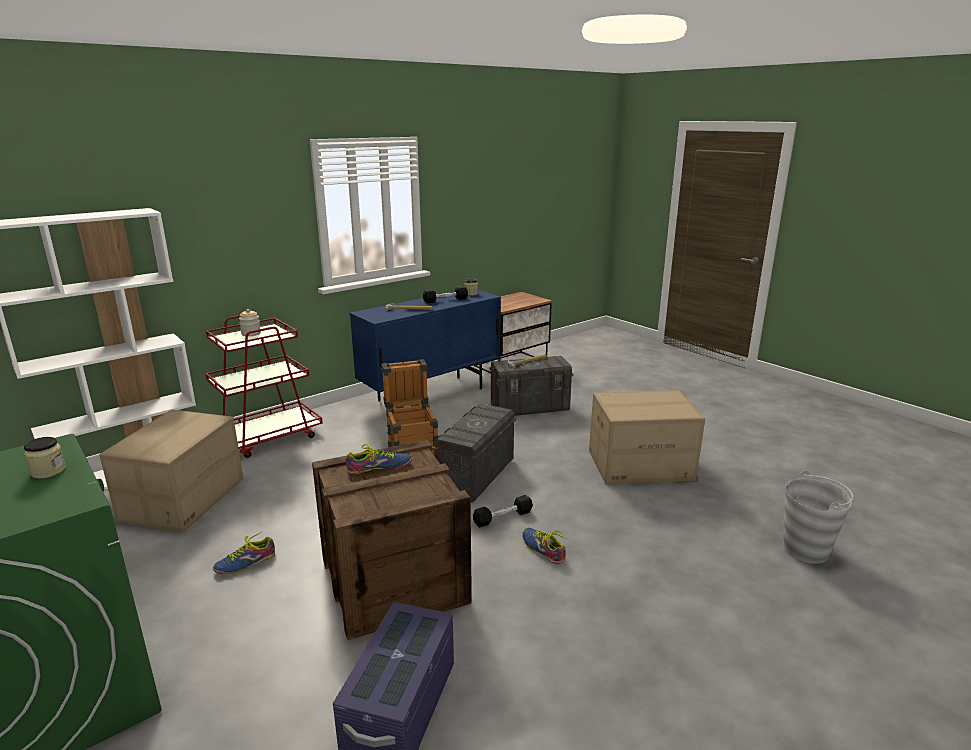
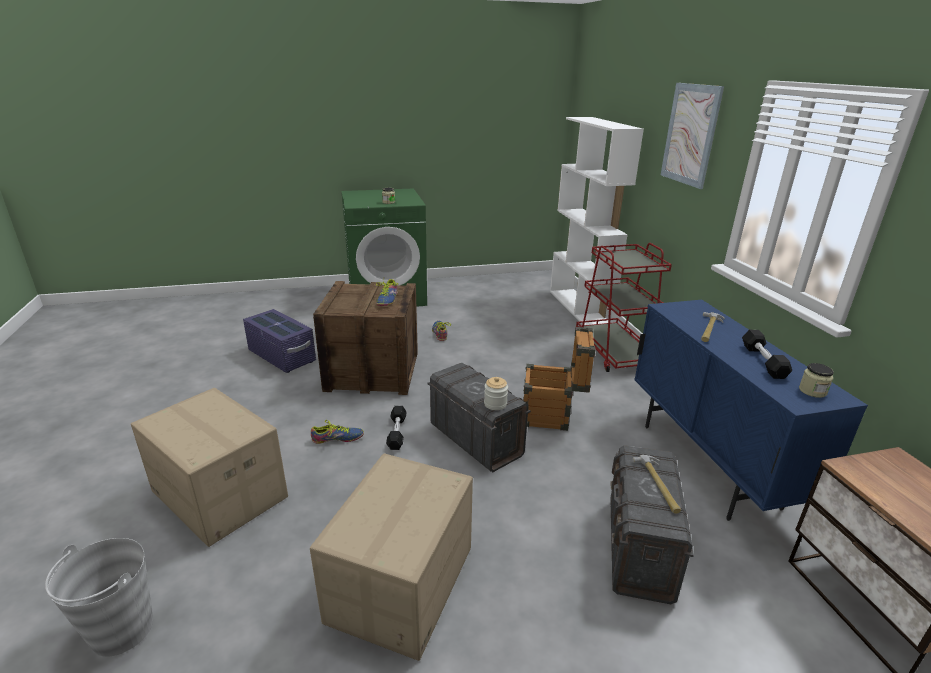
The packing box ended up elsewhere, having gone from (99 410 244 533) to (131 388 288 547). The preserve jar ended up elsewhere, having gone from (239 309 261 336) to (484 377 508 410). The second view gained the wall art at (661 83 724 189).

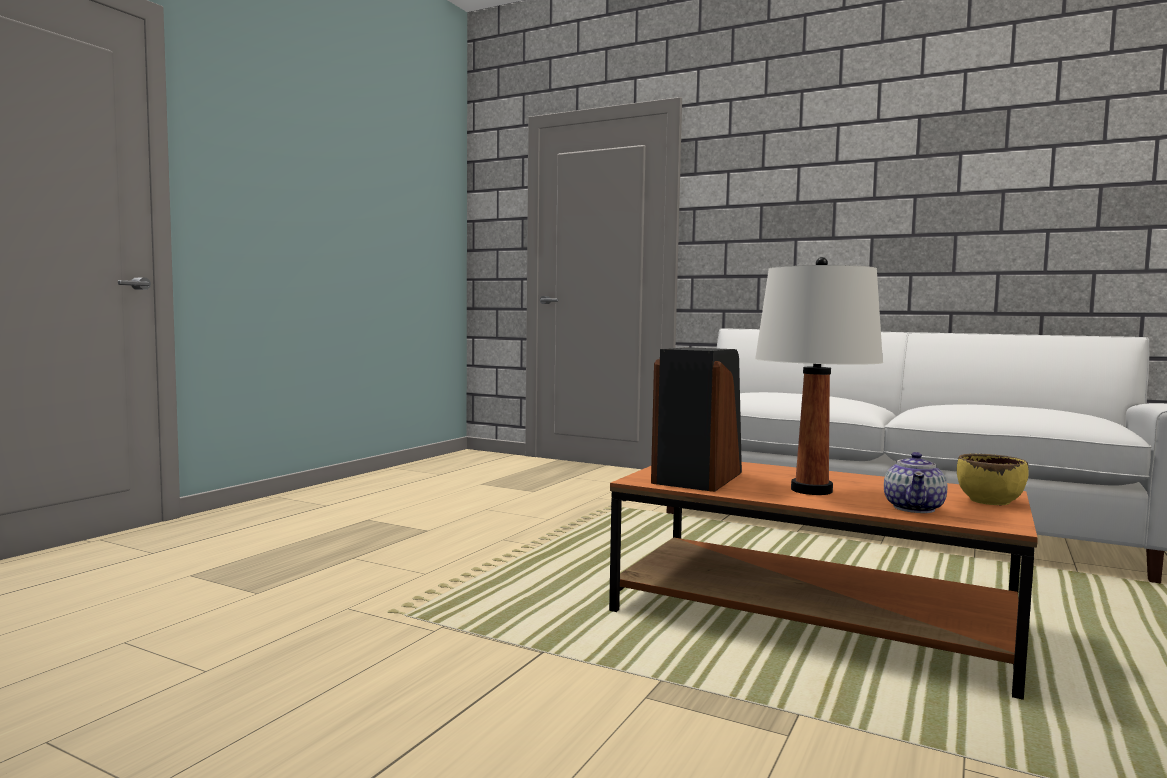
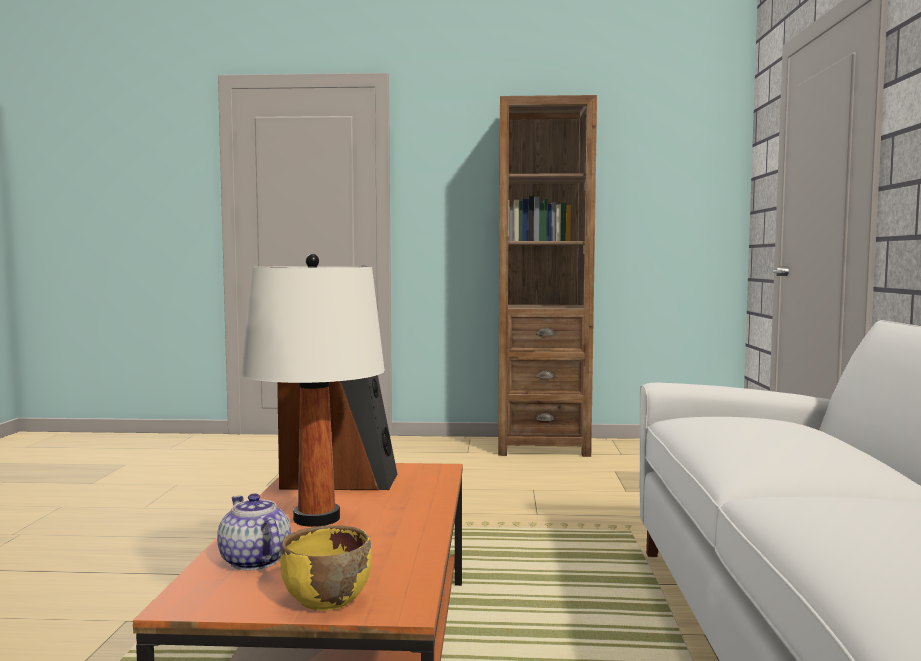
The pot for tea at (884 452 947 513) ended up facing another way, 60 degrees clockwise from before. The second view gained the bookcase in brownish at (498 95 597 457).

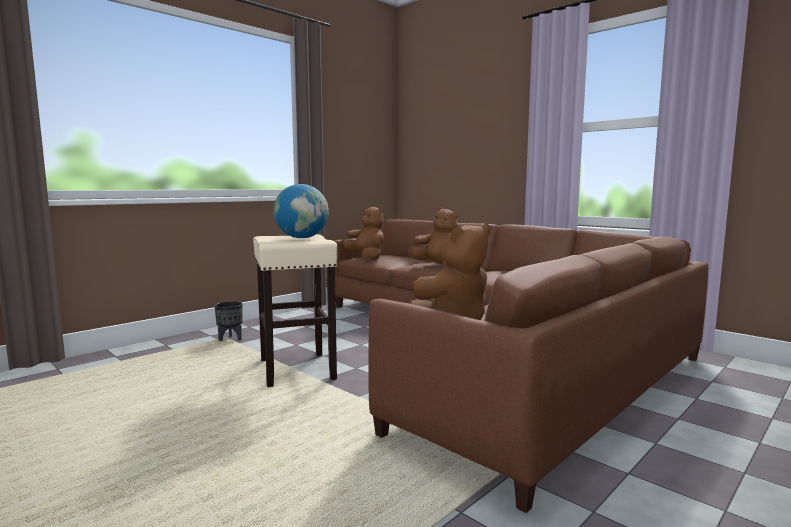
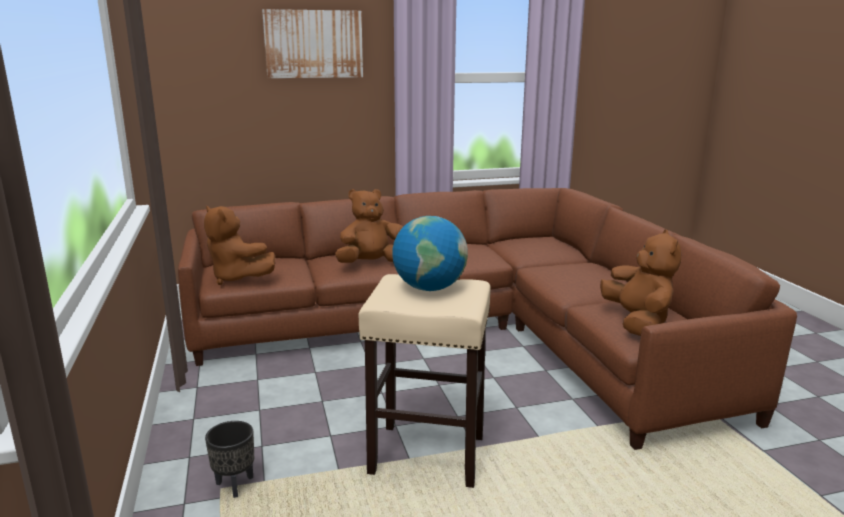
The cuddly toy in brownish at (342 206 384 260) ended up facing another way, 135 degrees counterclockwise from before. The second view gained the wall art at (262 9 363 78).

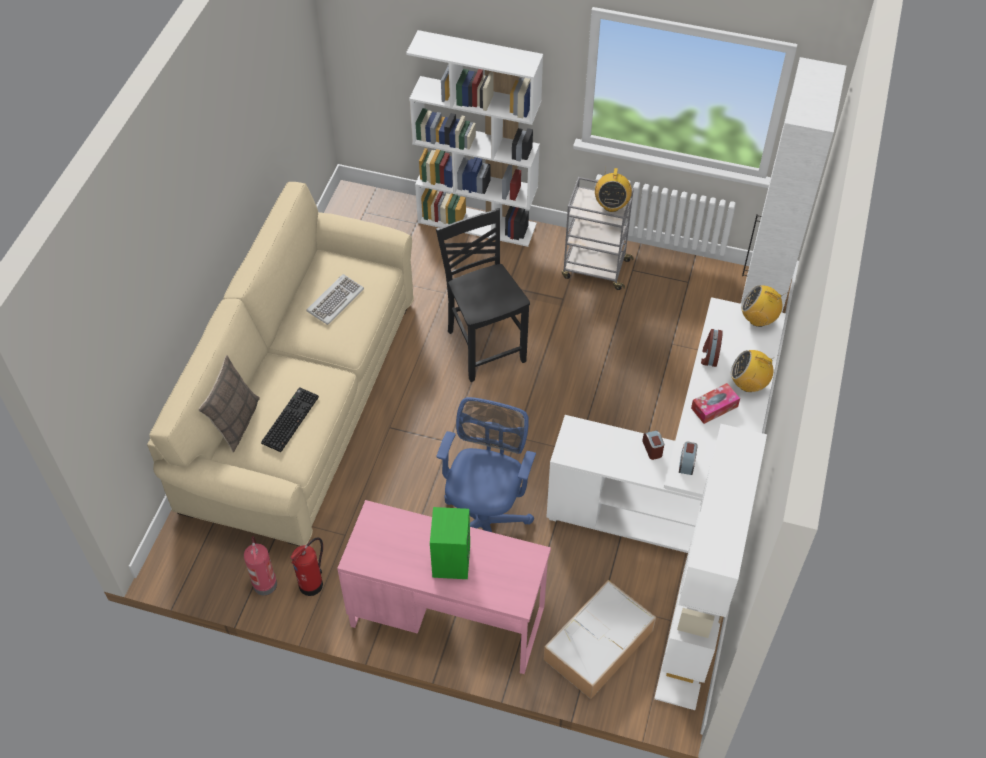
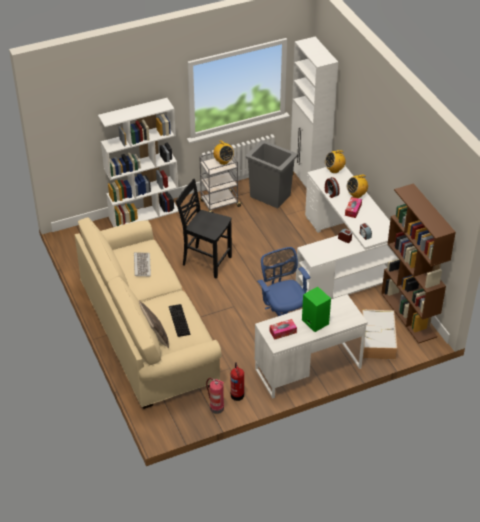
The second view gained the waste bin in greyish at (246 140 298 208). What was the desk unit in pinkish at (337 500 551 674) turned into the desk unit in white-coloured at (255 294 368 399). The second view gained the tissue box at (270 319 297 340). What was the bookcase in white-coloured at (654 424 767 710) turned into the bookcase in brownish at (381 183 456 344).

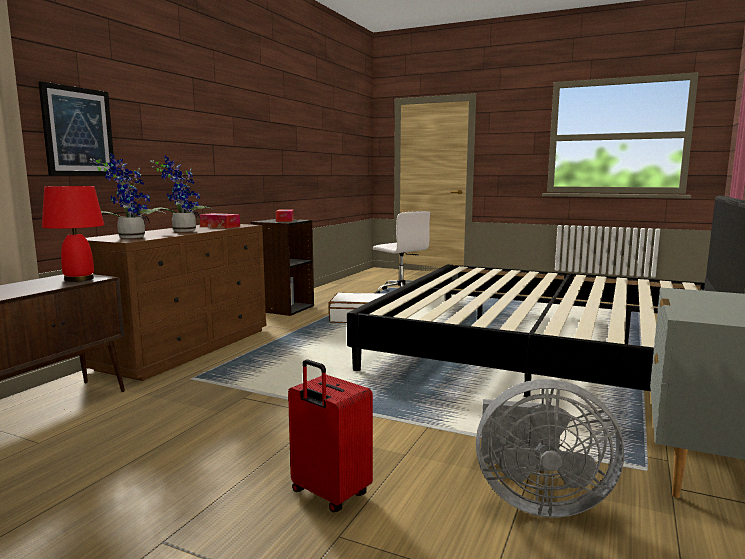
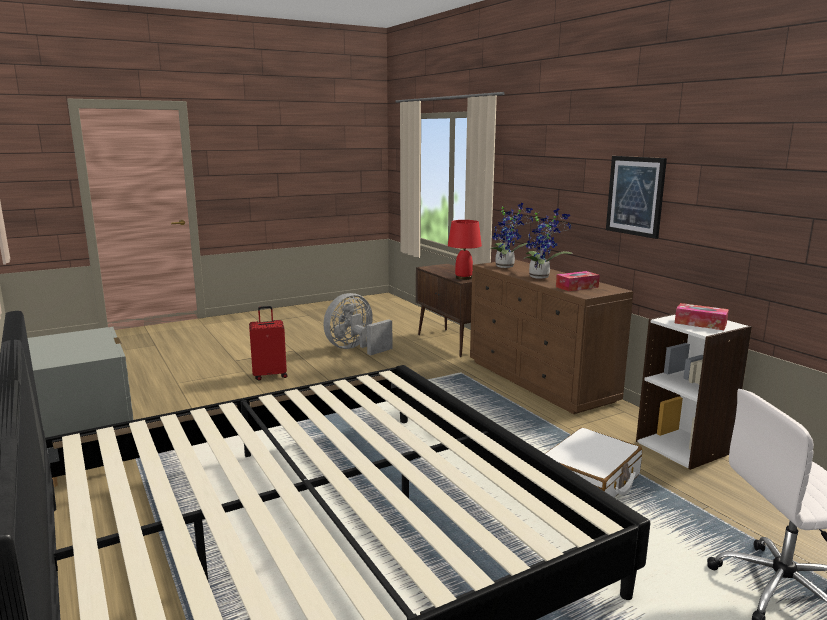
The electric fan in greyish ended up elsewhere, having gone from (476 379 624 518) to (324 293 392 355). The wall art ended up elsewhere, having gone from (38 81 115 176) to (606 156 667 239). What was the bookcase in blackish at (250 219 314 316) turned into the bookcase in white-coloured at (636 313 752 470).

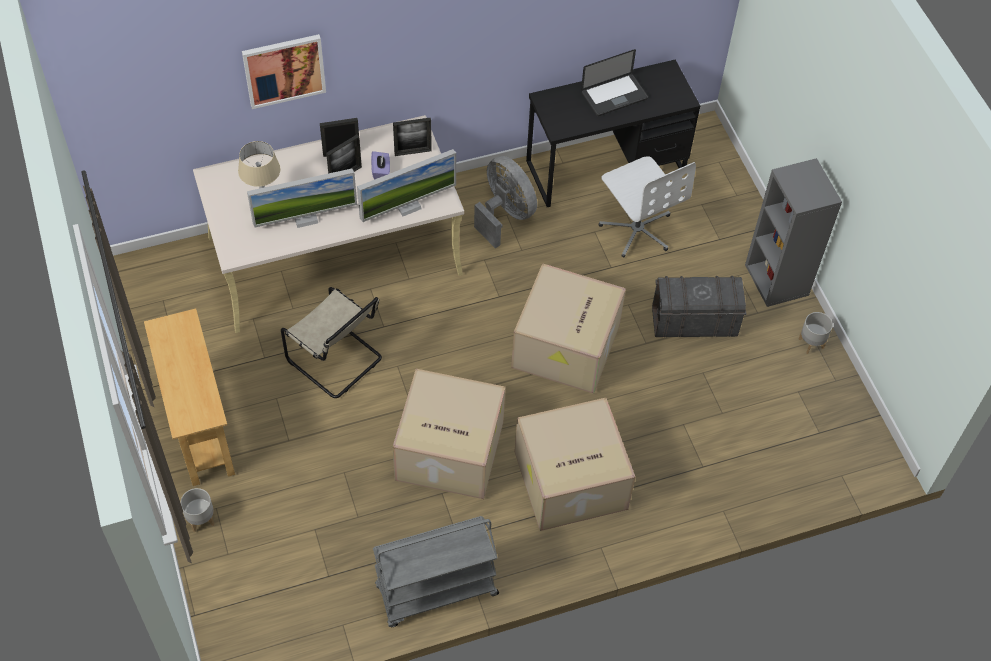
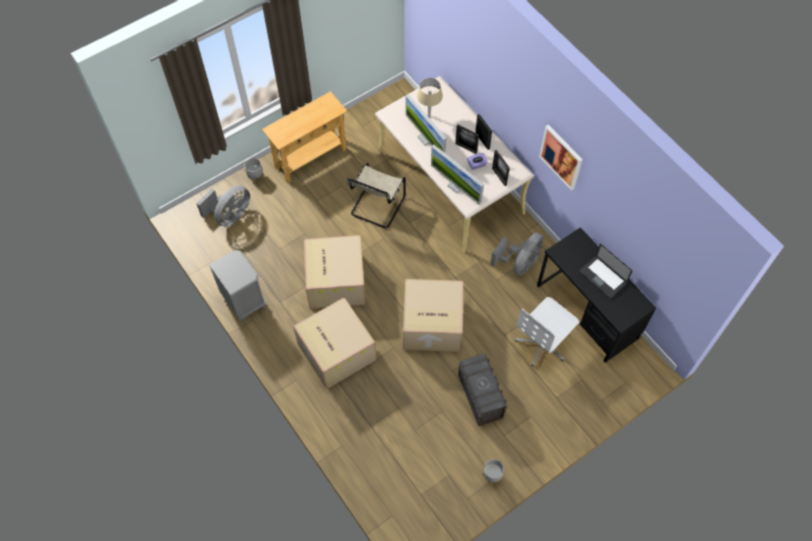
The second view gained the electric fan in greyish at (196 185 250 227). Where the wheeled cart in greyish stood at (373 516 499 627), the night table in greyish came to stand at (209 250 266 321). The wall art ended up elsewhere, having gone from (242 34 326 109) to (539 125 583 191). The second view lost the bookcase in greyish at (745 158 842 307).

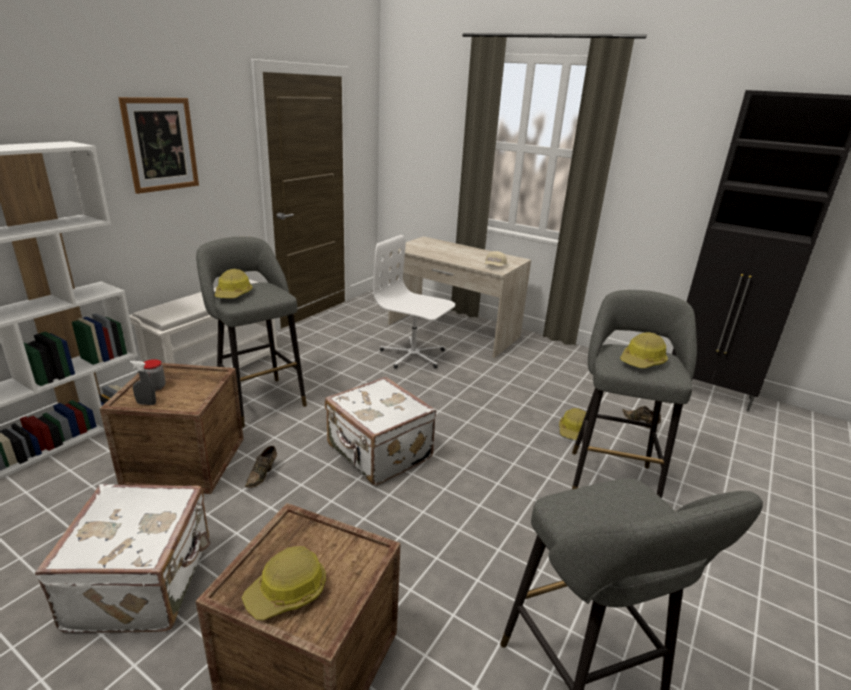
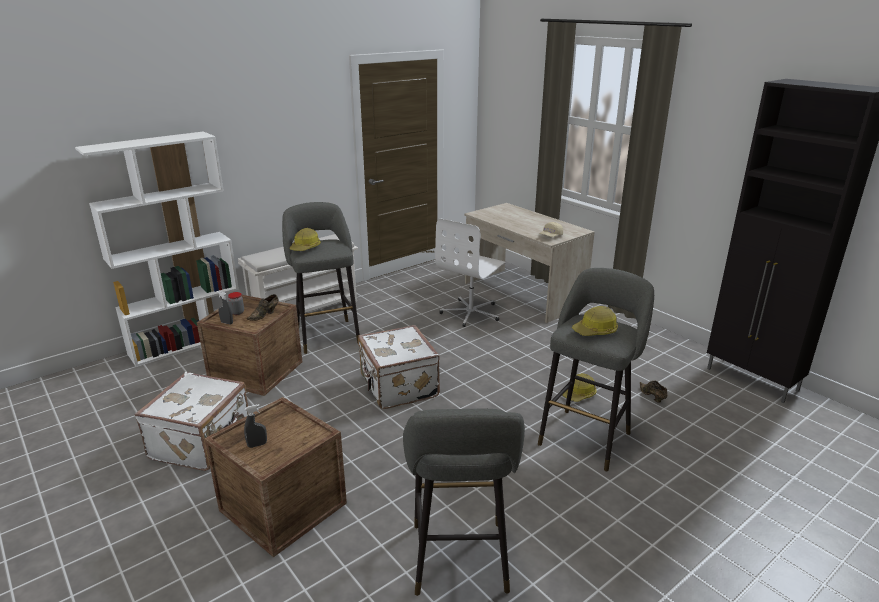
Where the safety helmet stood at (242 546 326 620), the hand sprayer in greyish came to stand at (244 404 267 448). The shoe in brownish ended up elsewhere, having gone from (245 446 277 488) to (247 294 279 321). The computer chair in white-coloured at (373 235 455 369) ended up facing another way, 105 degrees counterclockwise from before. The second view lost the wall art at (118 97 199 194).

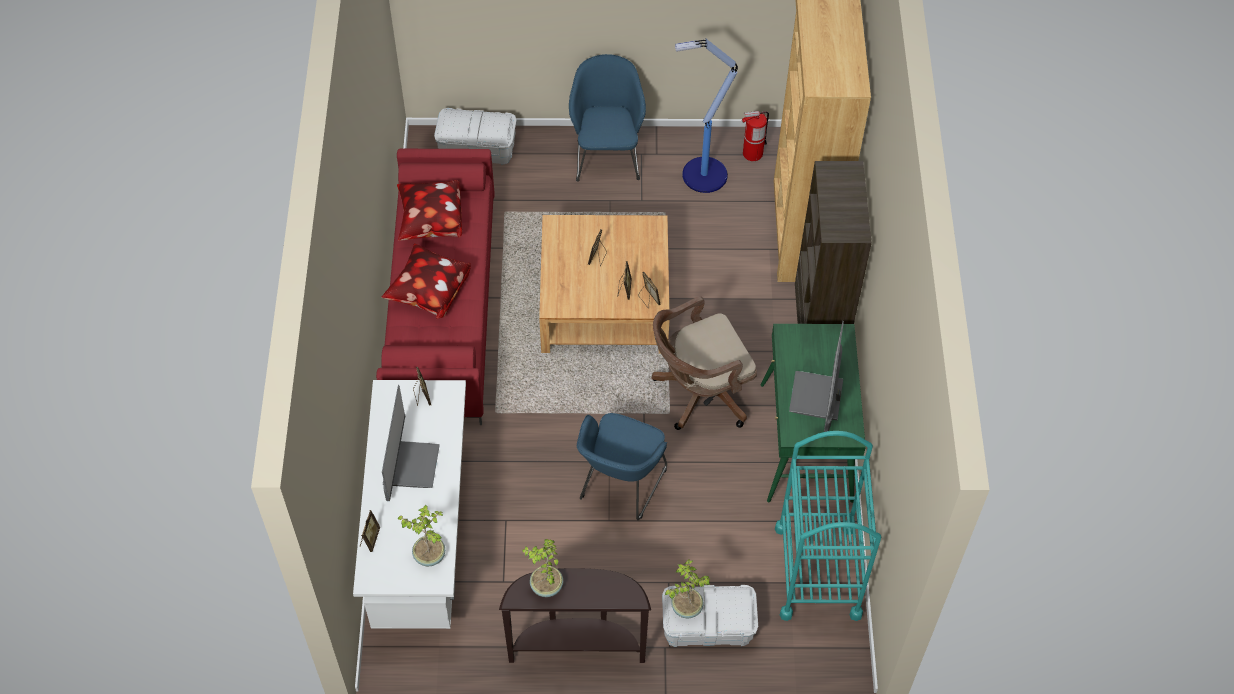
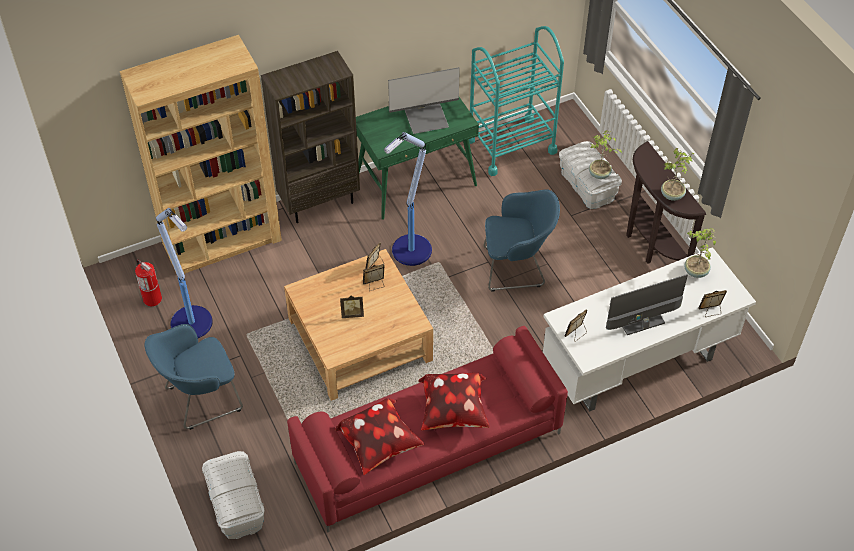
Where the computer chair in brownish stood at (651 296 757 430), the standing lamp came to stand at (384 132 432 266).

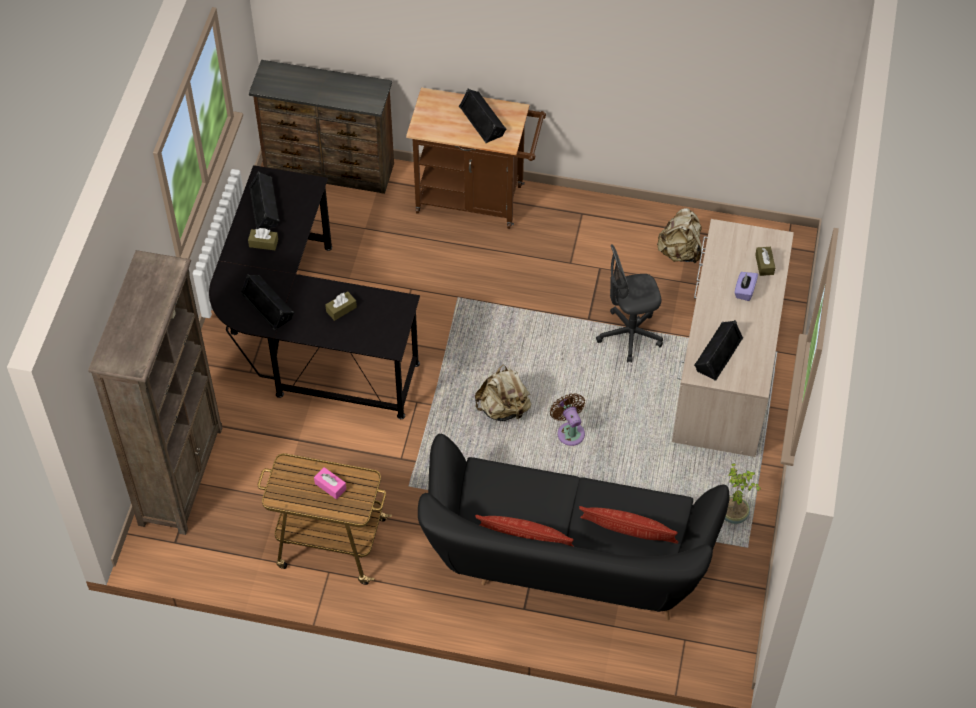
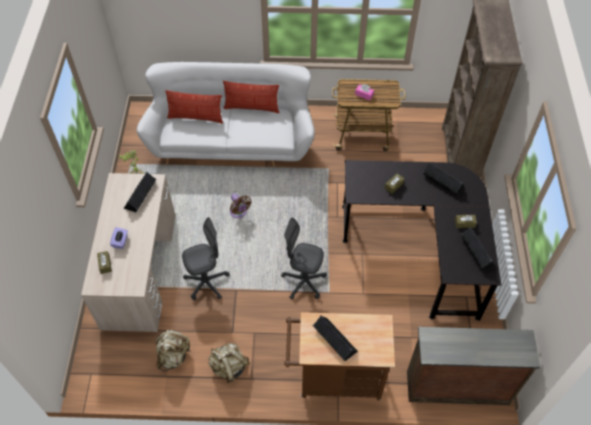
What was the sofa in blackish at (418 434 729 620) turned into the sofa in white-coloured at (137 62 315 167). The rucksack in beige-coloured ended up elsewhere, having gone from (475 364 531 421) to (208 343 250 383). The second view gained the computer chair in greyish at (281 218 327 300).

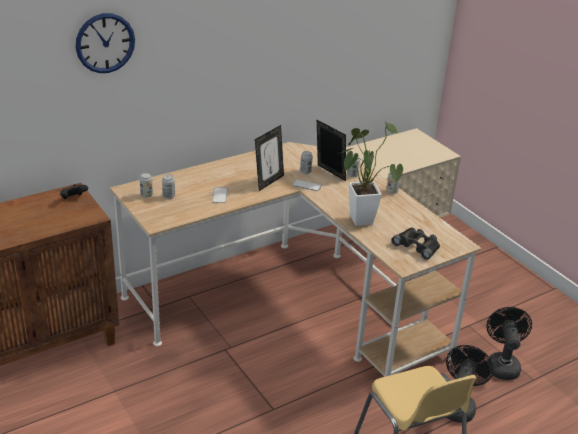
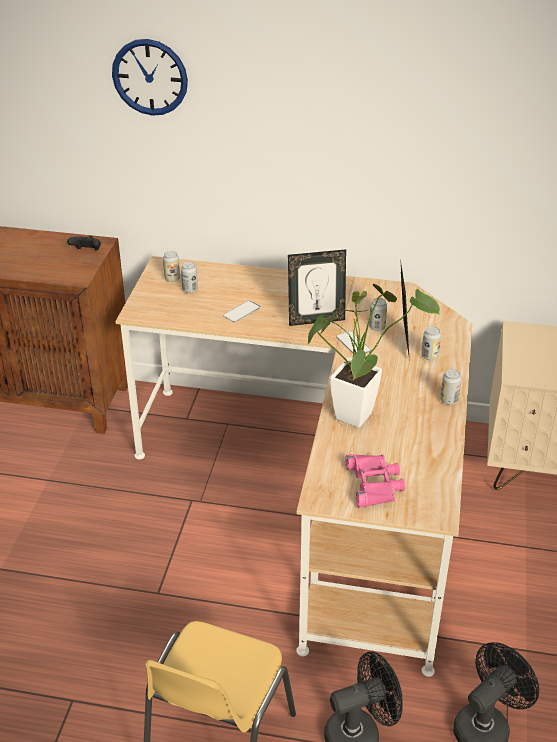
What was the binoculars in blackish at (391 227 440 260) turned into the binoculars in pinkish at (345 454 405 508).

